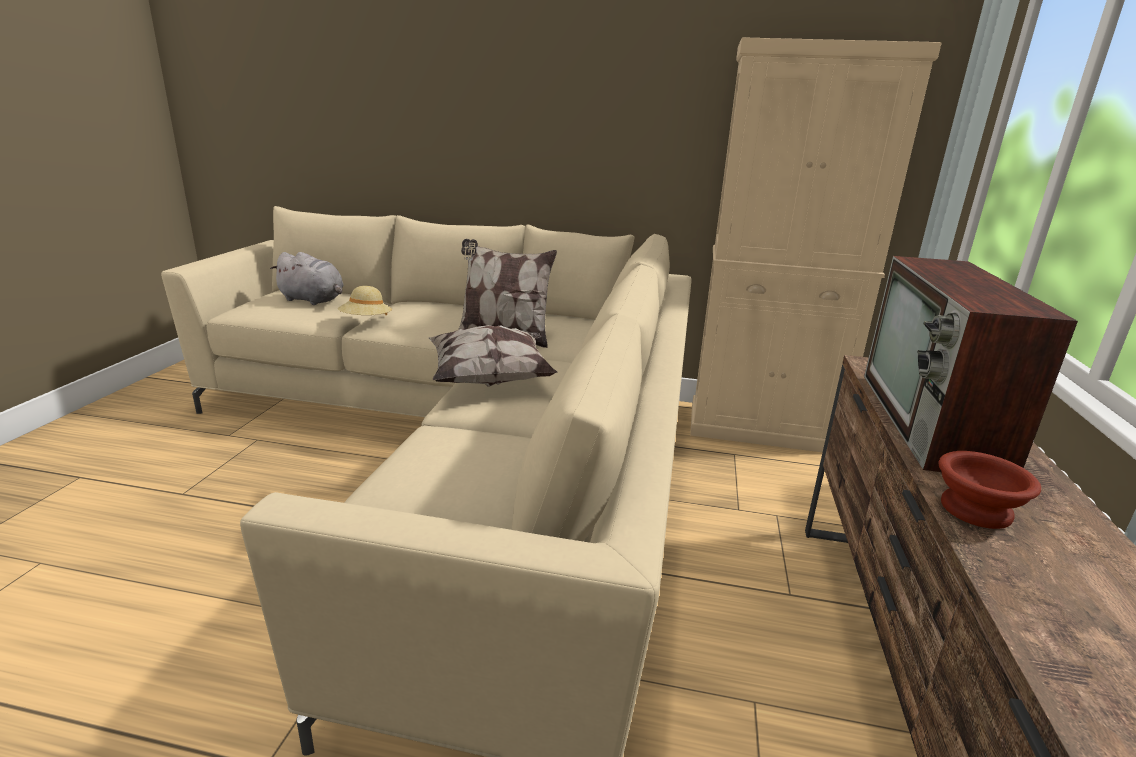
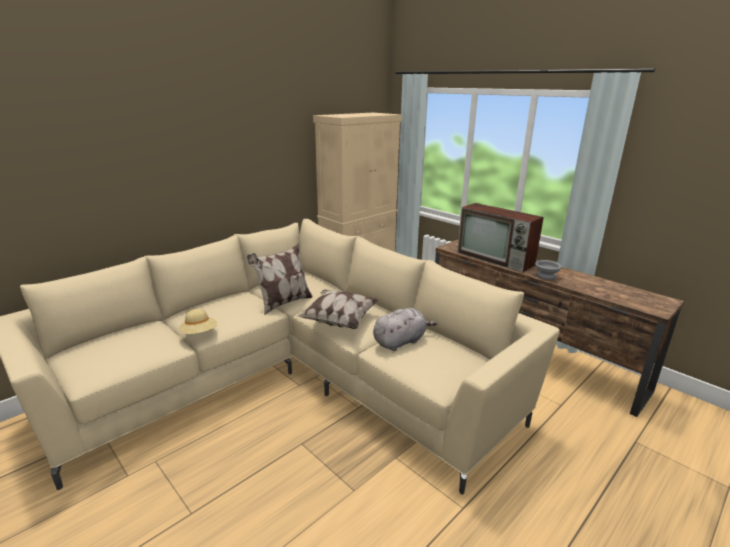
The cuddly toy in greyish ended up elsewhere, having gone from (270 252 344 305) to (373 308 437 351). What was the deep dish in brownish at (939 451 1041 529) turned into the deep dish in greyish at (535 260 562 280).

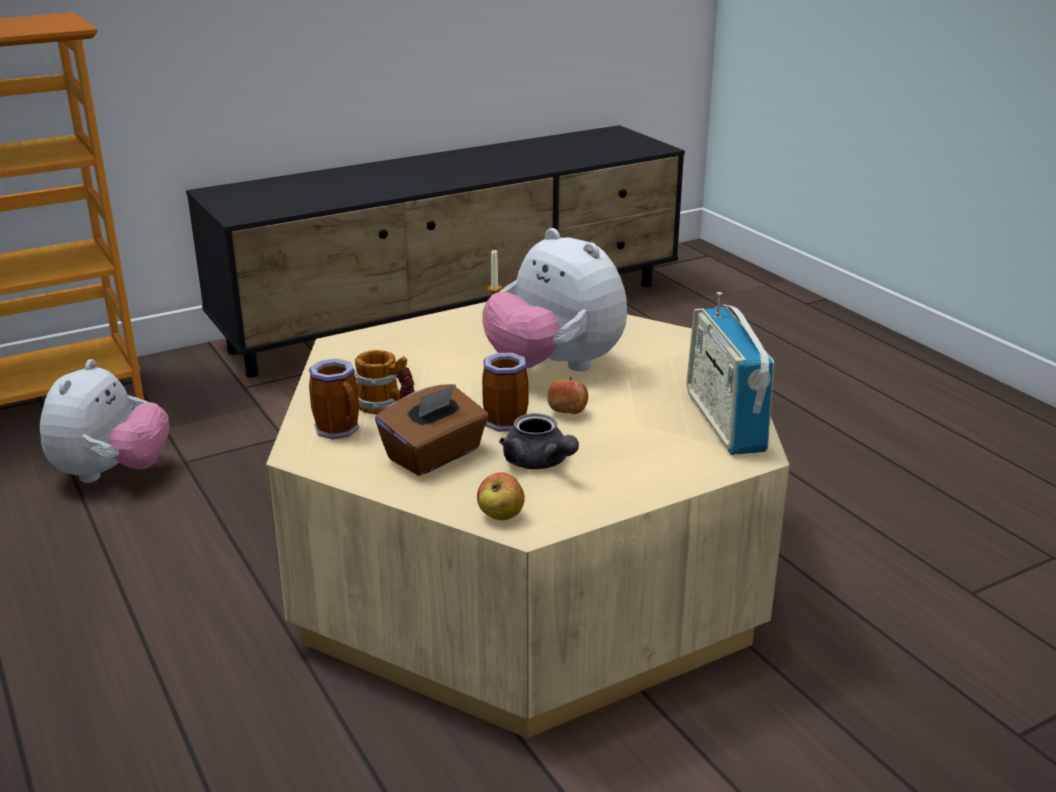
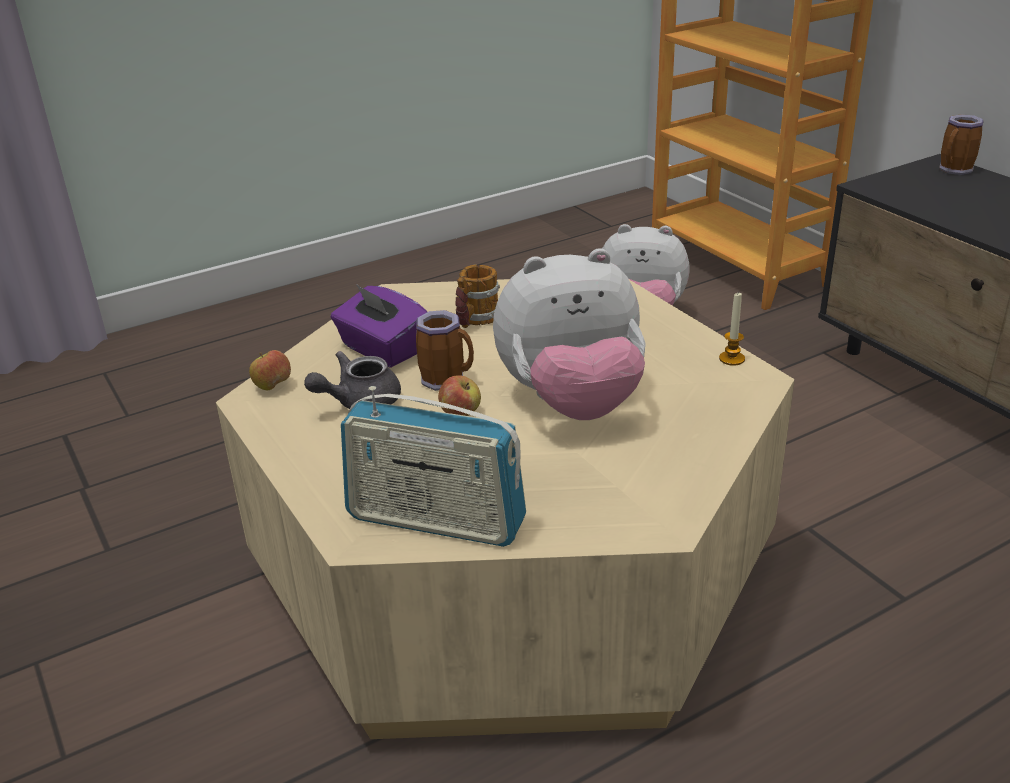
What was the tissue box in brownish at (375 384 489 476) turned into the tissue box in purple at (331 284 427 368). The radio receiver at (686 292 774 455) ended up facing another way, 150 degrees counterclockwise from before. The cuddly toy at (482 228 627 371) ended up facing another way, 150 degrees counterclockwise from before. The mug ended up elsewhere, having gone from (309 358 359 439) to (939 114 984 175).

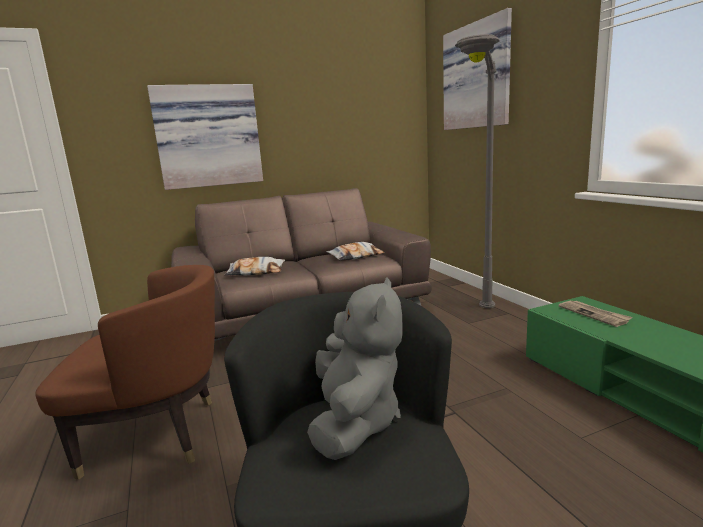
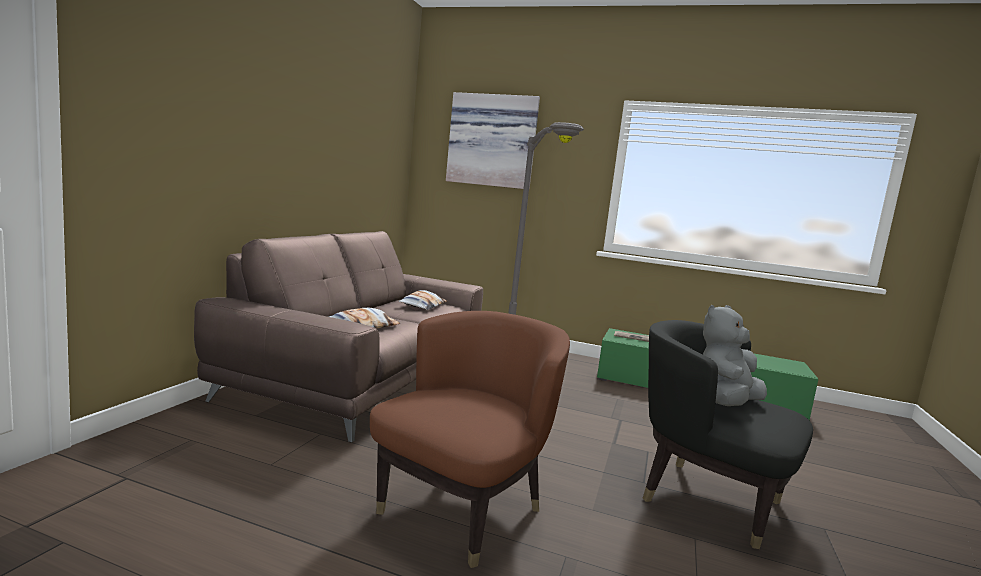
The cuddly toy in greyish at (307 277 402 460) ended up facing another way, 90 degrees counterclockwise from before. The second view lost the wall art at (147 84 263 190).

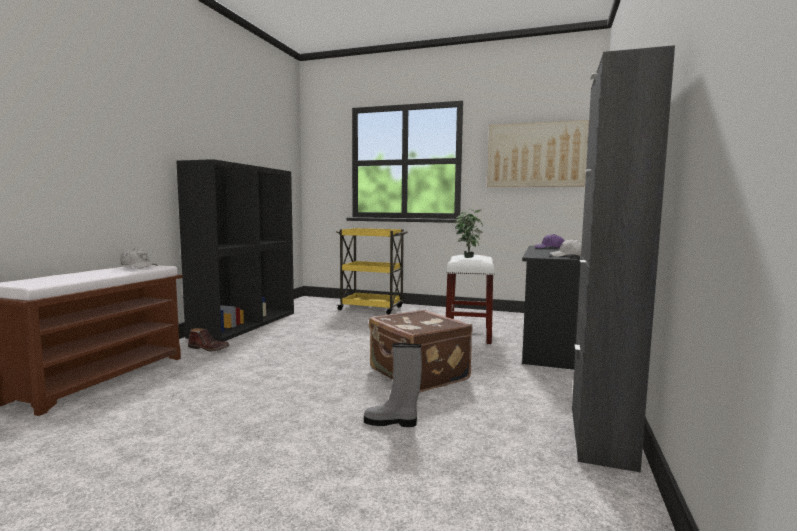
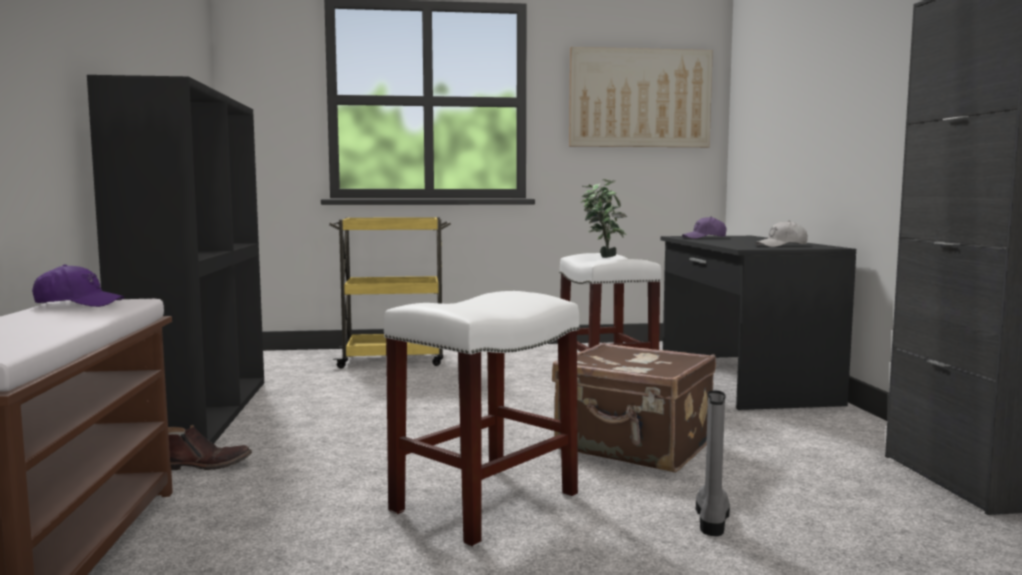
What was the peaked cap in white-coloured at (120 248 158 268) turned into the peaked cap in purple at (32 264 124 307). The second view gained the stool in white-coloured at (384 291 579 547). The tall boot in greyish at (364 343 422 427) ended up facing another way, 120 degrees clockwise from before.

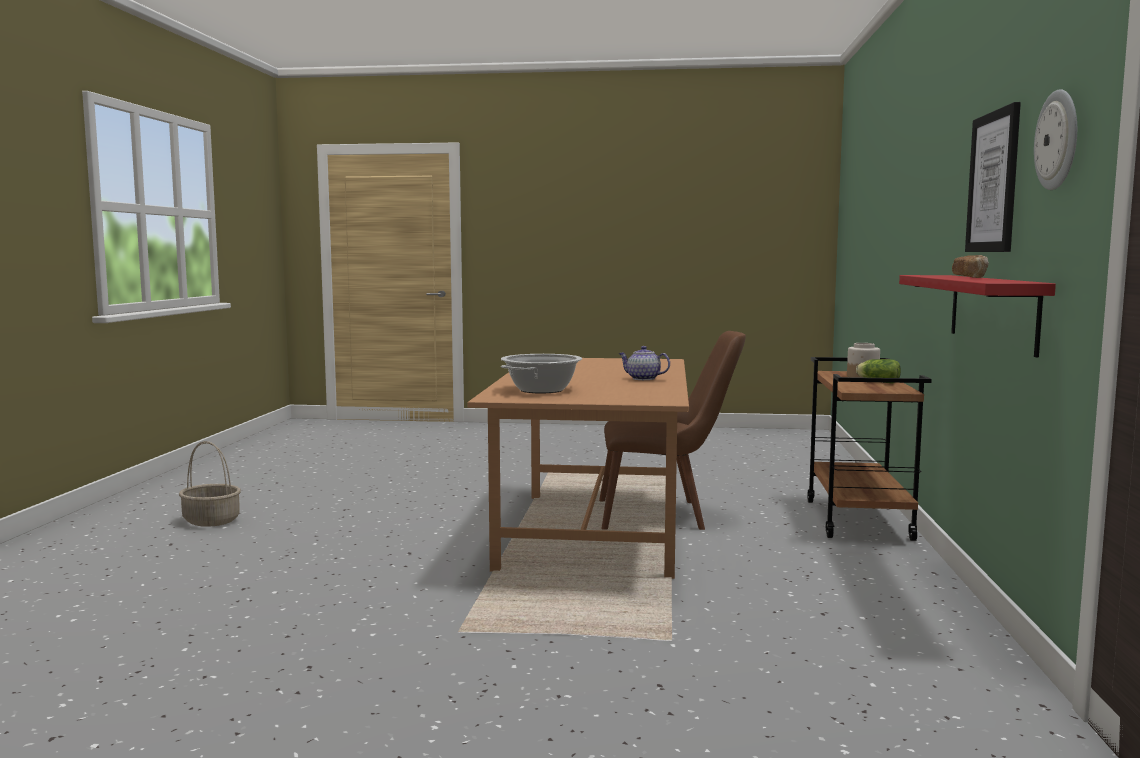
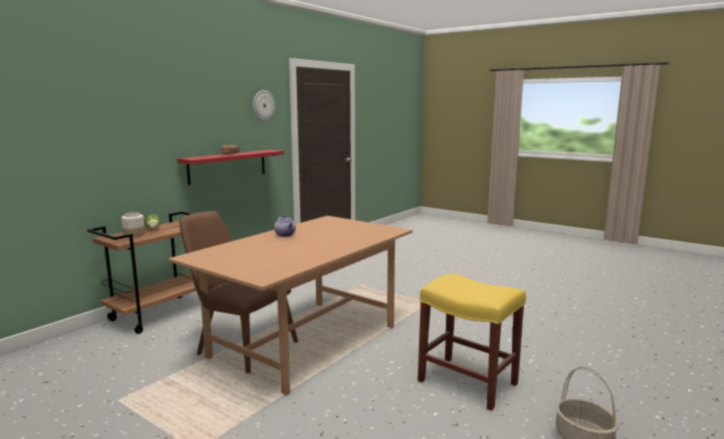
The second view gained the stool in yellowish at (418 273 526 411). The second view lost the saucepot at (501 354 582 393). The second view lost the wall art at (965 102 1021 252).

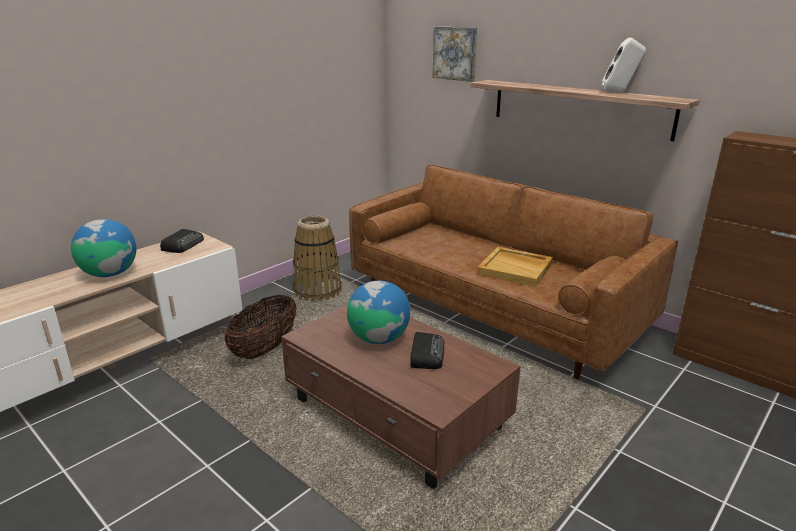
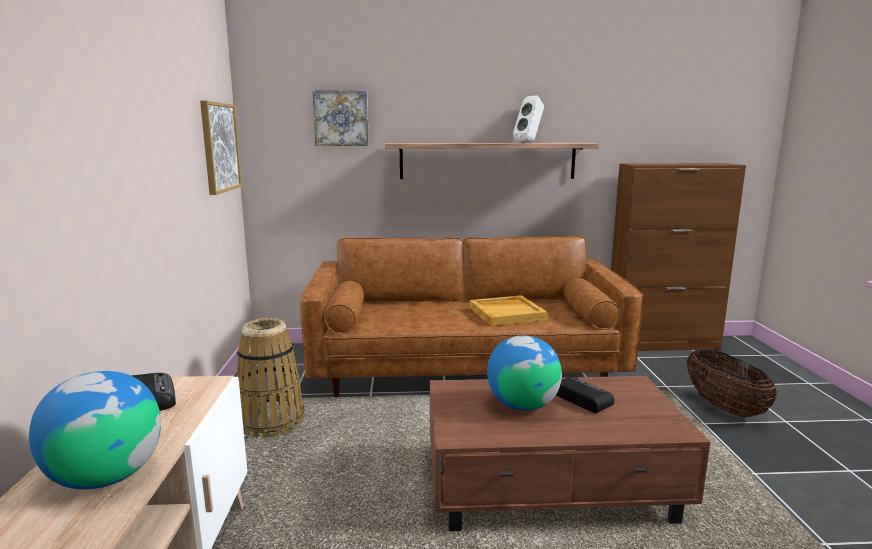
The second view gained the wall art at (200 101 242 195). The basket ended up elsewhere, having gone from (225 295 297 359) to (686 350 777 417).

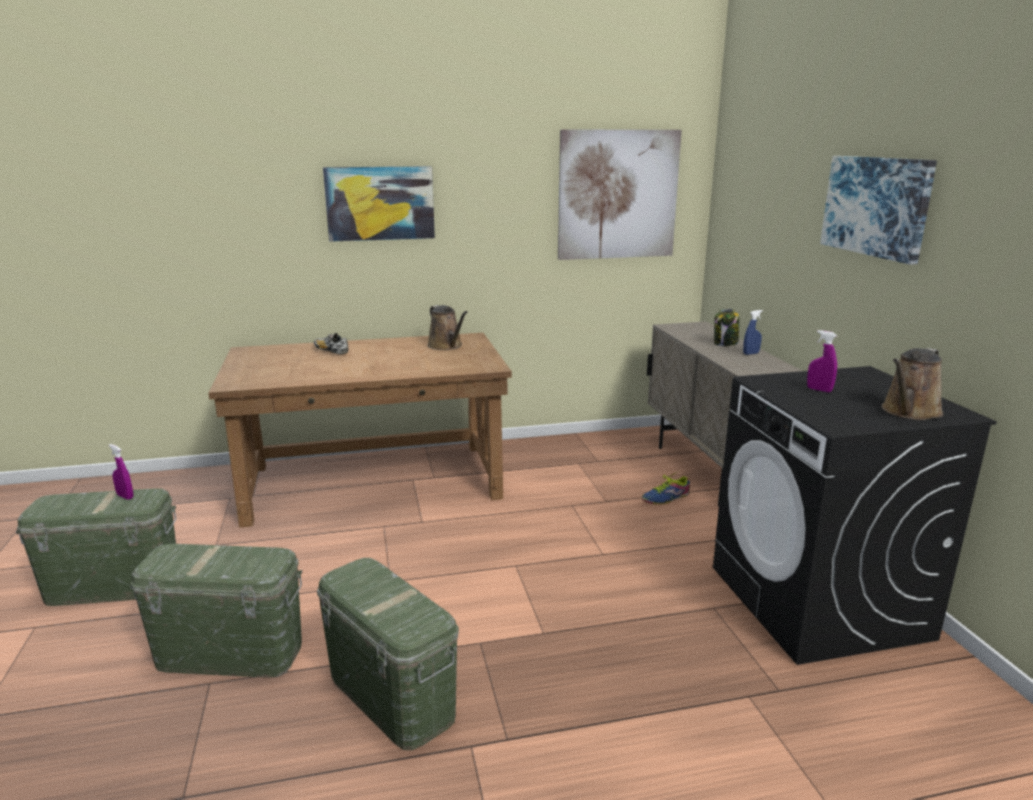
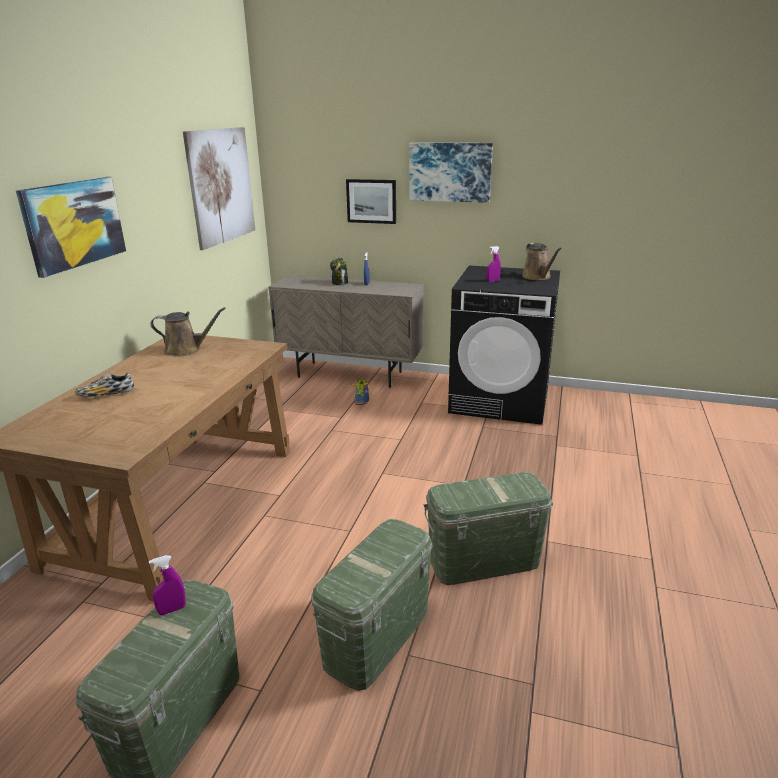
The second view gained the wall art at (346 179 396 224).

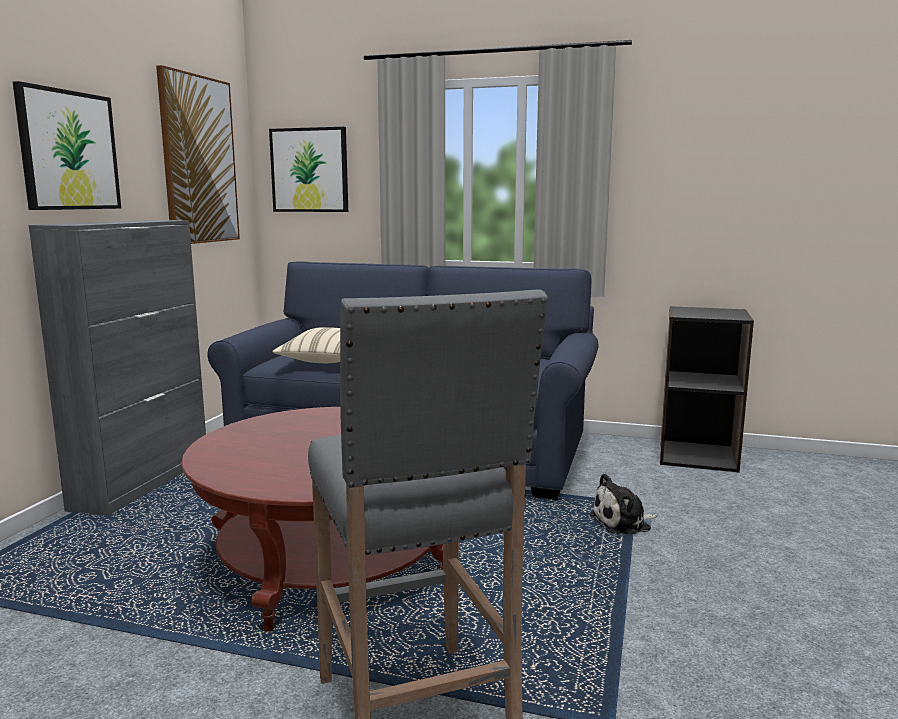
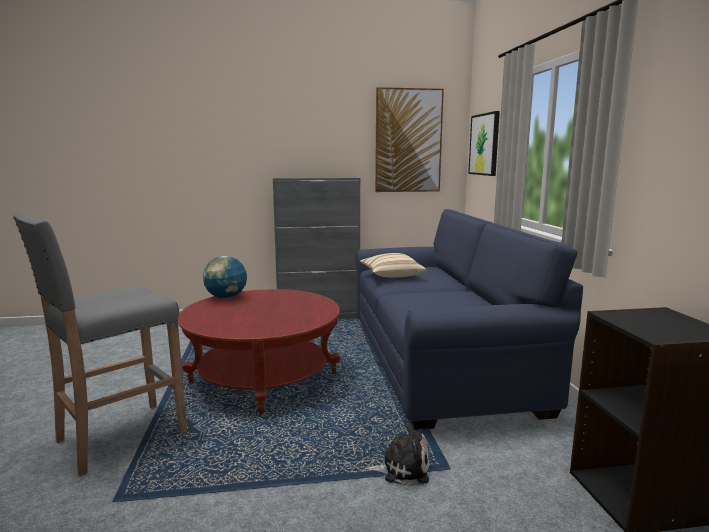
The second view gained the globe at (203 256 247 299). The cuddly toy at (589 473 657 536) ended up facing another way, 135 degrees clockwise from before. The second view lost the wall art at (13 81 121 210).

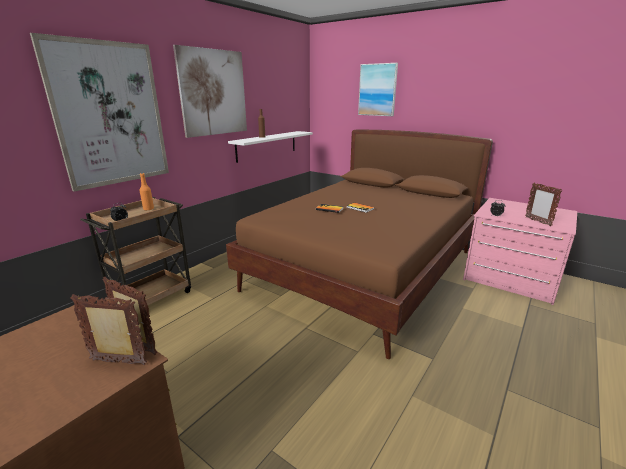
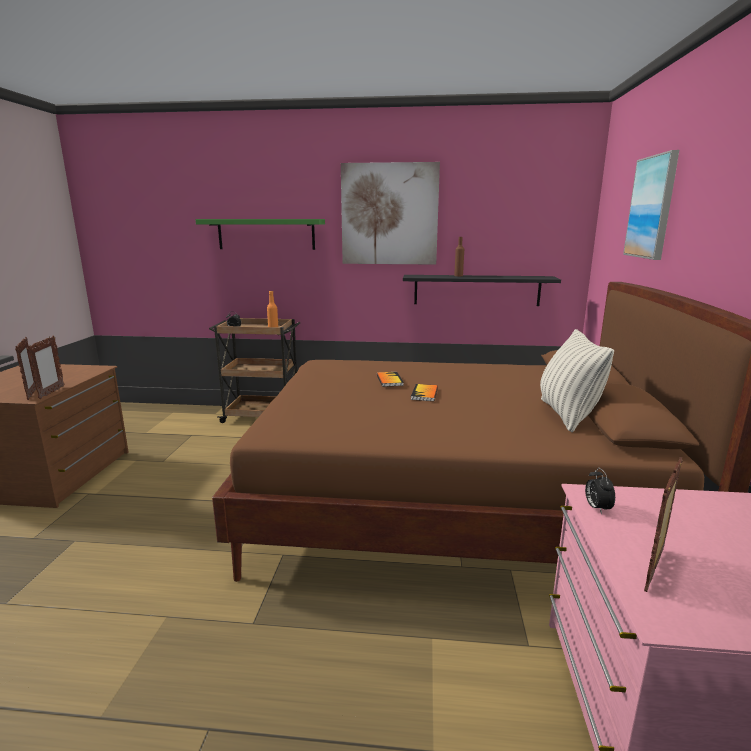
Where the wall art hung at (30 33 169 192), the bracket shelf in greenish came to hang at (195 219 325 250). What was the bracket shelf in white-coloured at (228 131 313 163) turned into the bracket shelf in blackish at (403 275 561 306). The second view gained the pillow at (540 329 614 432).

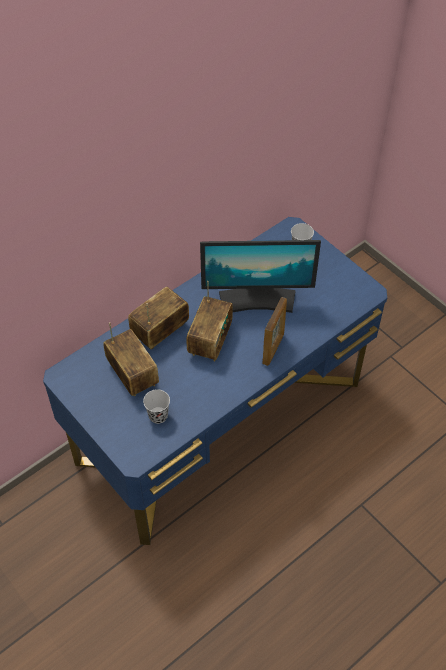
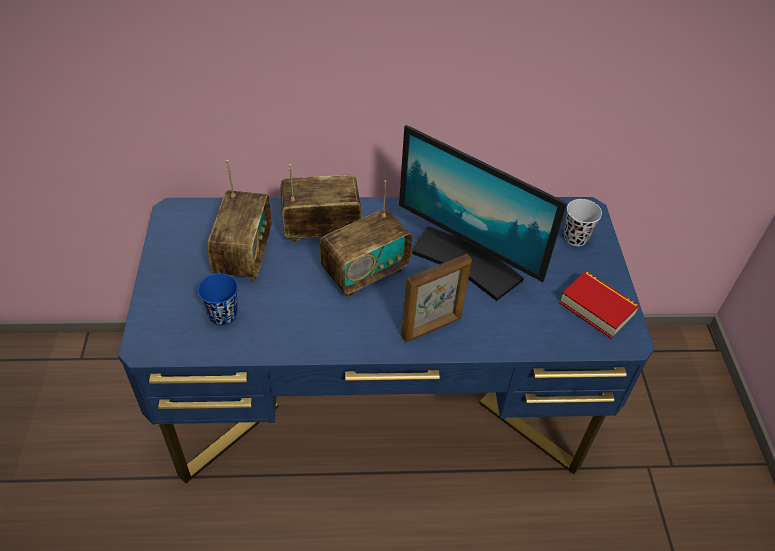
What was the drinking cup in blackish at (143 389 170 424) turned into the drinking cup in blue at (198 273 238 325). The second view gained the bound book at (559 271 639 339).

